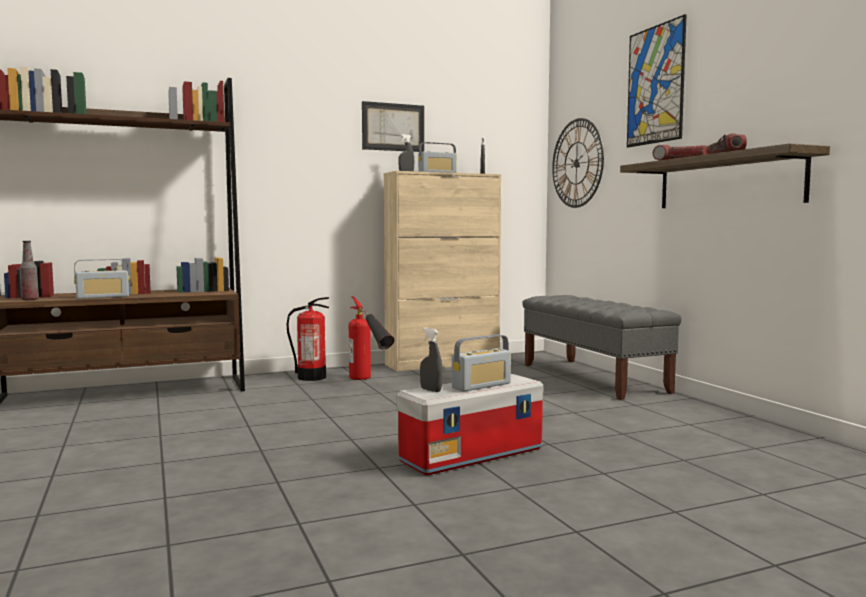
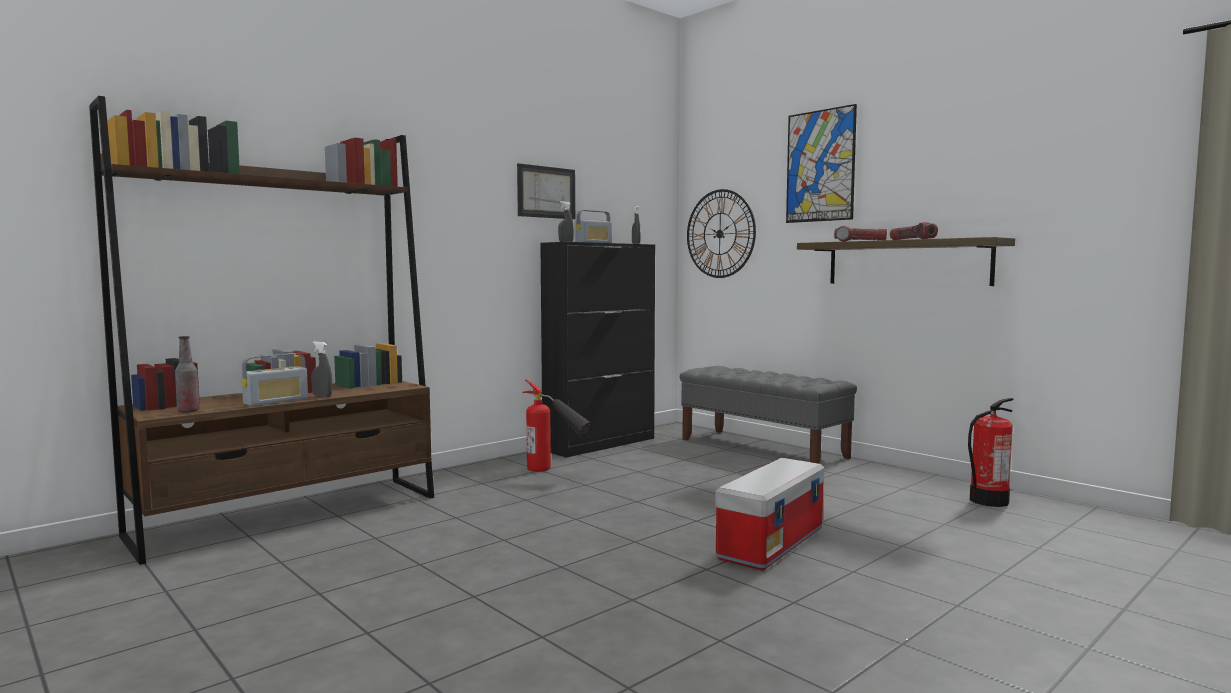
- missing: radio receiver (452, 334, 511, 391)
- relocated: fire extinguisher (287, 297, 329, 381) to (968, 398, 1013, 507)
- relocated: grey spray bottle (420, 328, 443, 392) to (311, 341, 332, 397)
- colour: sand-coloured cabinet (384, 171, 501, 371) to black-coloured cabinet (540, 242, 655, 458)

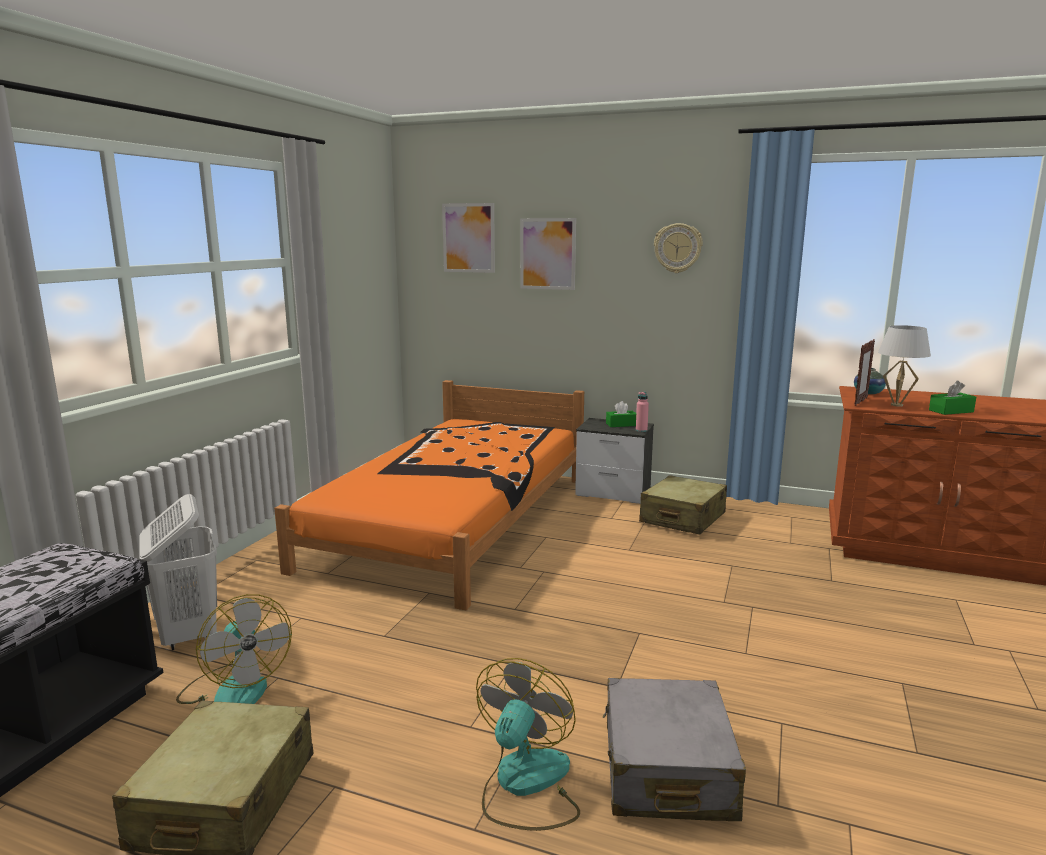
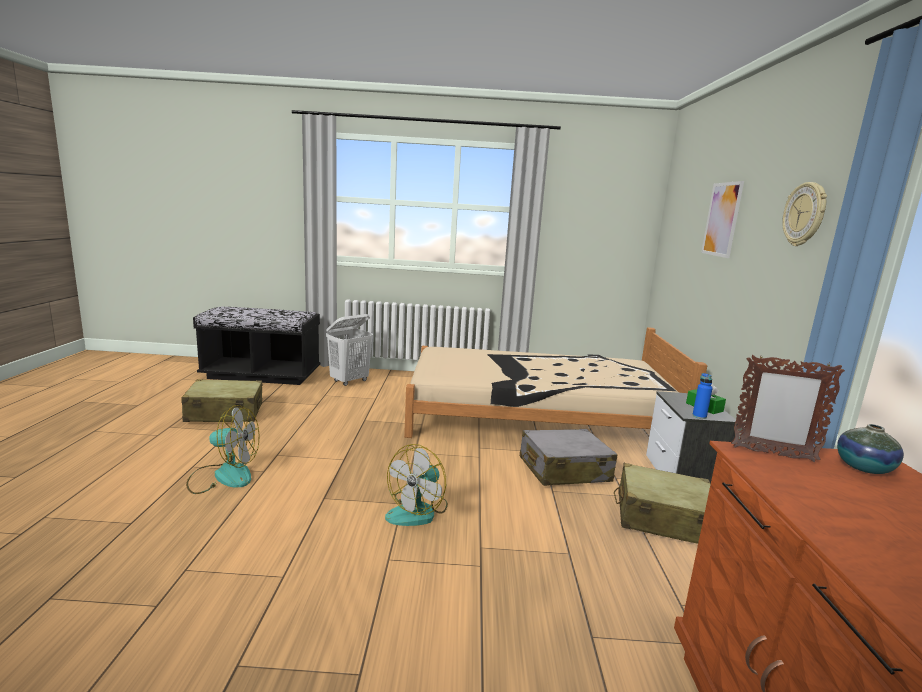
- missing: wall picture (442, 203, 495, 273)
- missing: whitish lamp for a table (878, 325, 931, 407)
- missing: green-coloured box of tissues (929, 380, 976, 415)
- relocated: cooling fan (176, 594, 292, 704) to (385, 444, 448, 526)
- relocated: grey suitcase (603, 678, 746, 821) to (520, 429, 618, 486)
- colour: orange-coloured bedroom bed (274, 380, 584, 610) to sand-coloured bedroom bed (404, 327, 708, 438)
- colour: pink drink bottle (636, 392, 649, 432) to blue-coloured drink bottle (693, 373, 713, 419)

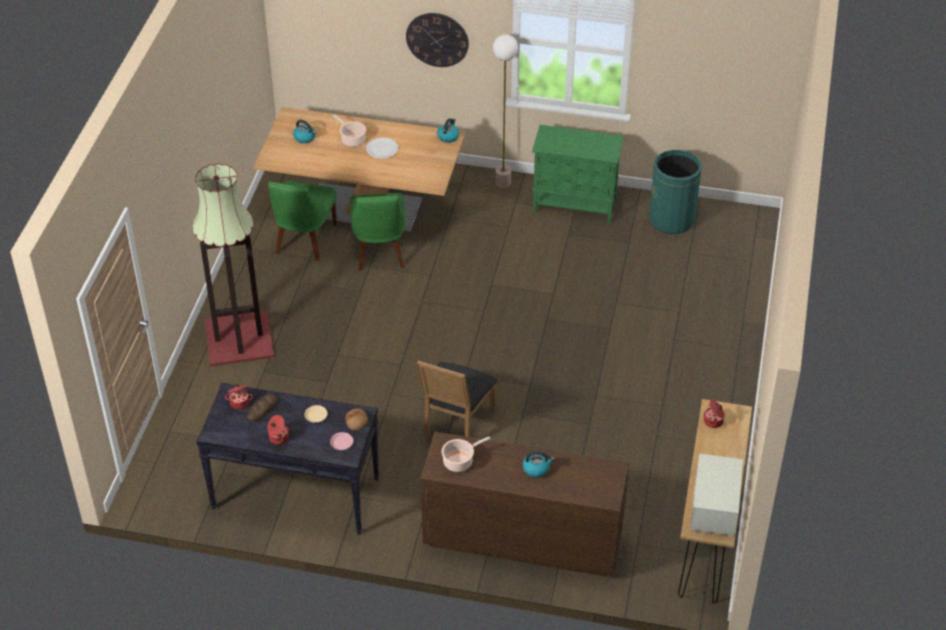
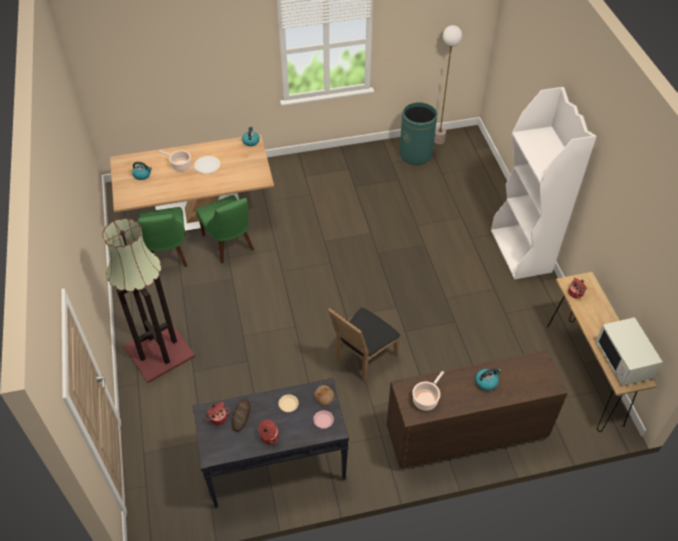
- missing: wall clock (406, 13, 469, 67)
- missing: green-coloured cabinet (532, 125, 624, 224)
- appeared: whitish shelving unit (491, 87, 597, 279)
- relocated: standing lamp (493, 34, 518, 188) to (434, 25, 462, 144)
- spun: black-coloured plain chair (417, 361, 497, 437) = (328, 308, 400, 381) 45 degrees clockwise

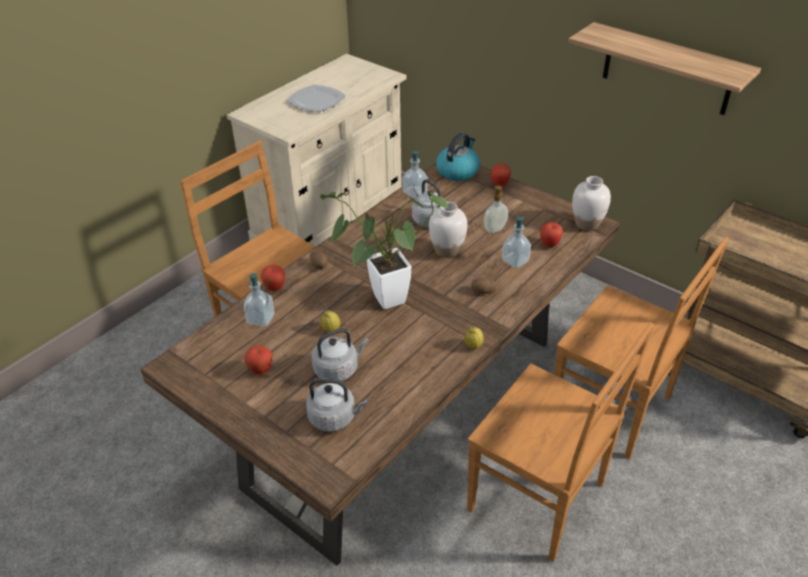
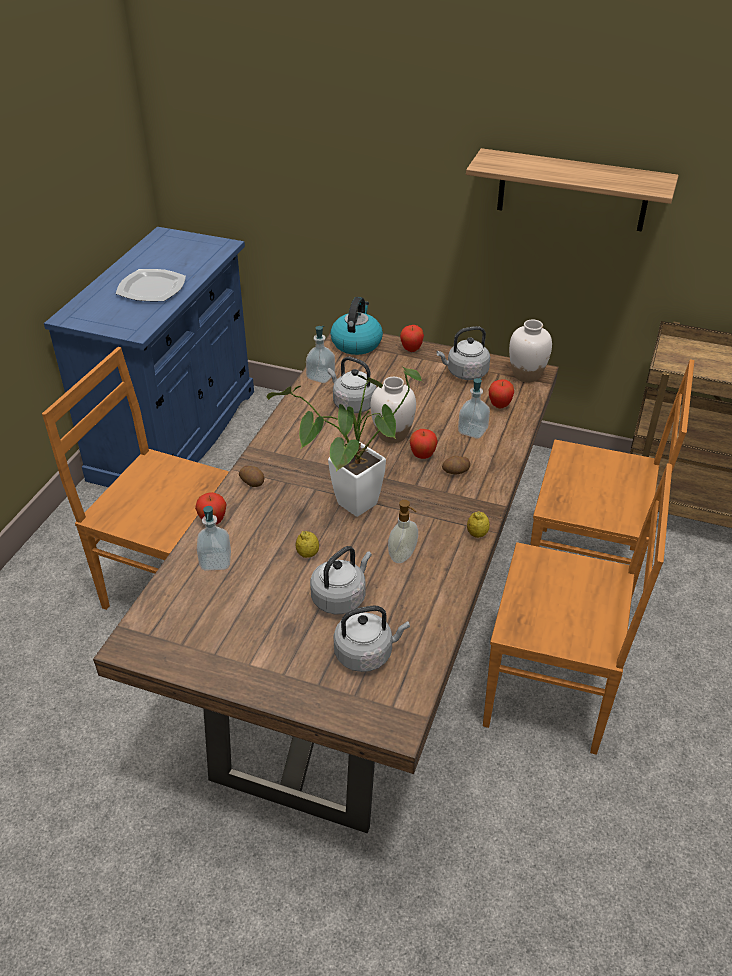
- appeared: grey water kettle (436, 326, 490, 380)
- relocated: apple (244, 345, 272, 375) to (410, 429, 438, 459)
- relocated: soap bottle (484, 185, 508, 233) to (388, 500, 418, 563)
- colour: sand-coloured cabinet (227, 54, 406, 247) to blue-coloured cabinet (44, 227, 254, 487)

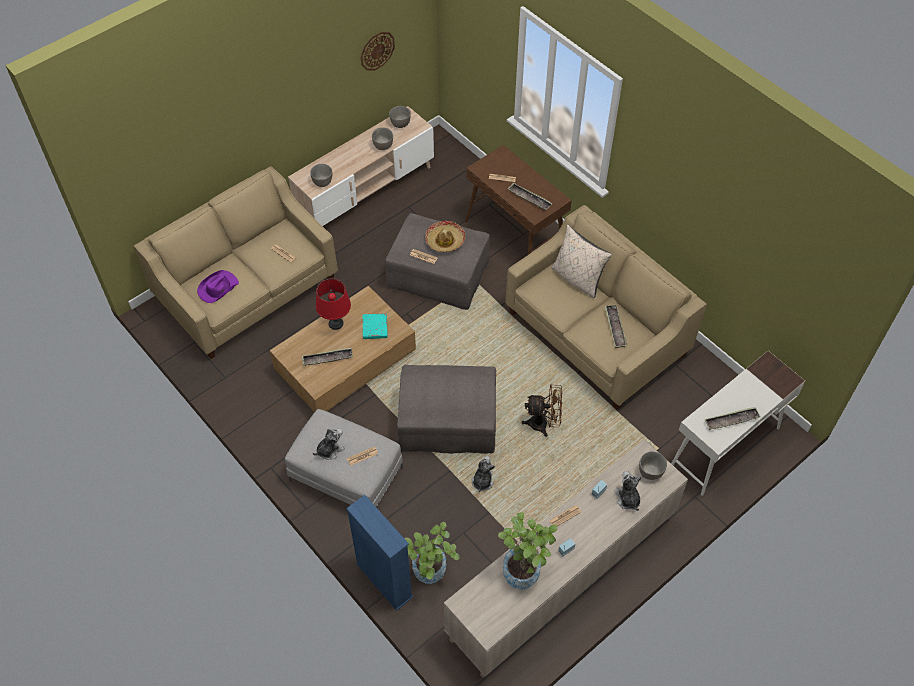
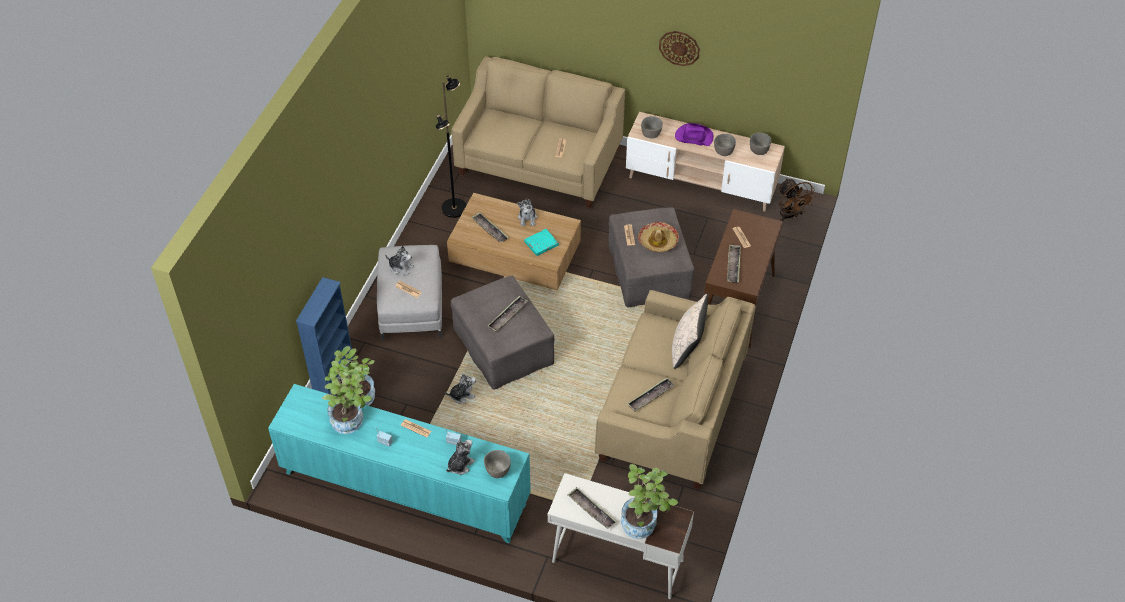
- appeared: black-coloured standing lamp (436, 75, 466, 218)
- appeared: carrying tray (488, 296, 528, 332)
- appeared: plant in a pot (621, 464, 678, 539)
- relocated: purple wearable hat (197, 270, 239, 303) to (675, 123, 713, 146)
- relocated: wall clock (361, 32, 395, 70) to (659, 31, 700, 66)
- relocated: brown cooling fan (521, 385, 562, 437) to (778, 178, 817, 221)
- exchanged: reddish lamp for a table (316, 278, 351, 330) to soft toy (517, 199, 537, 226)
- colour: sand-coloured cabinet (444, 439, 688, 678) to turquoise cabinet (268, 384, 531, 543)

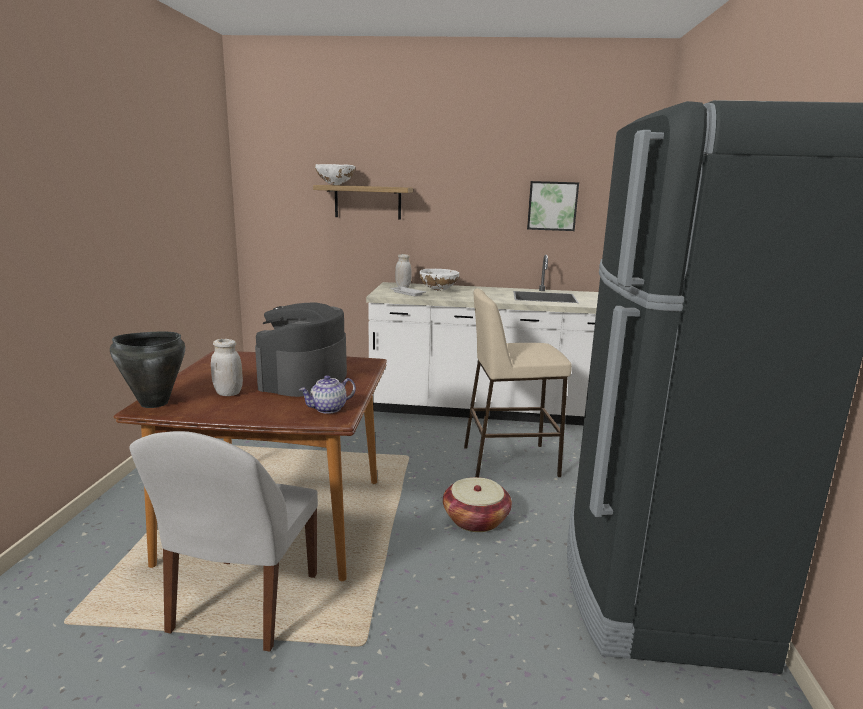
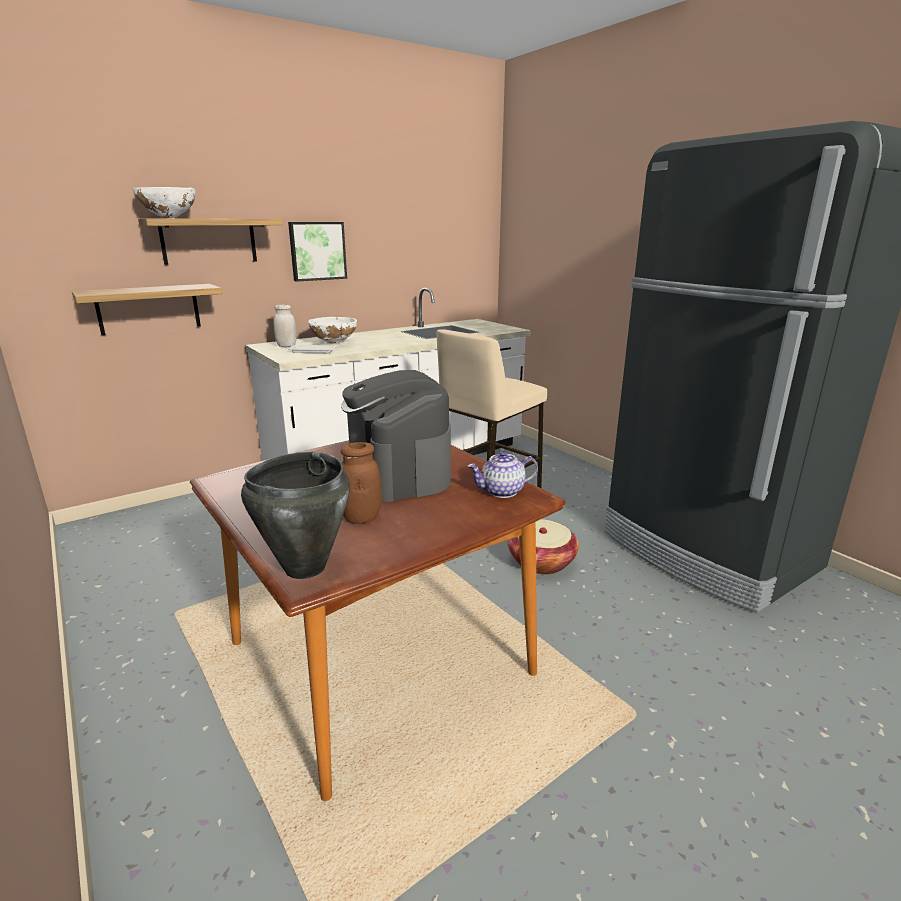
- missing: whitish plain chair (130, 431, 318, 652)
- appeared: wall shelf (72, 284, 223, 335)
- relocated: wall picture (527, 181, 579, 231) to (288, 222, 347, 282)
- colour: whitish storage jar (211, 339, 243, 396) to brown storage jar (341, 442, 382, 524)
- spun: pot for tea (299, 375, 356, 414) = (468, 451, 538, 498) 60 degrees clockwise

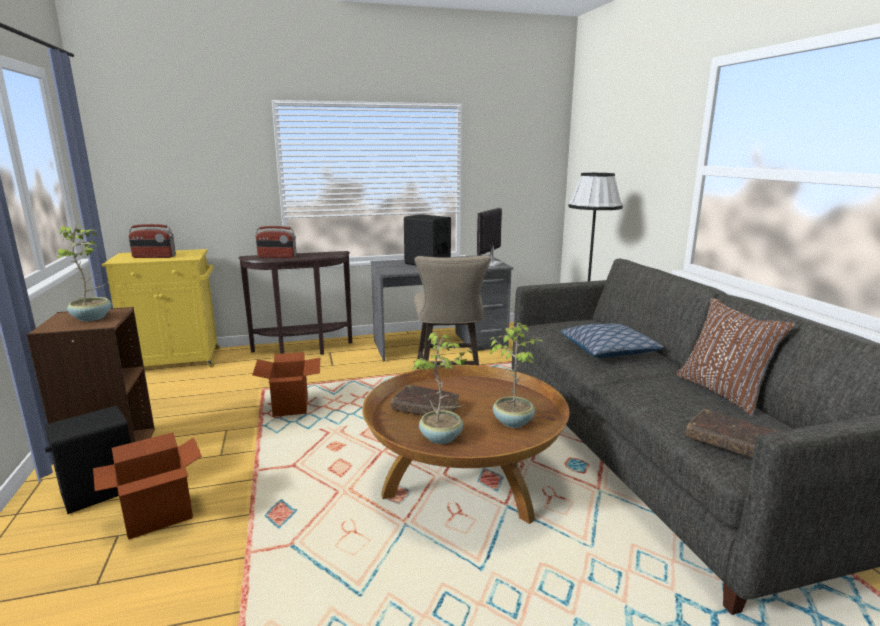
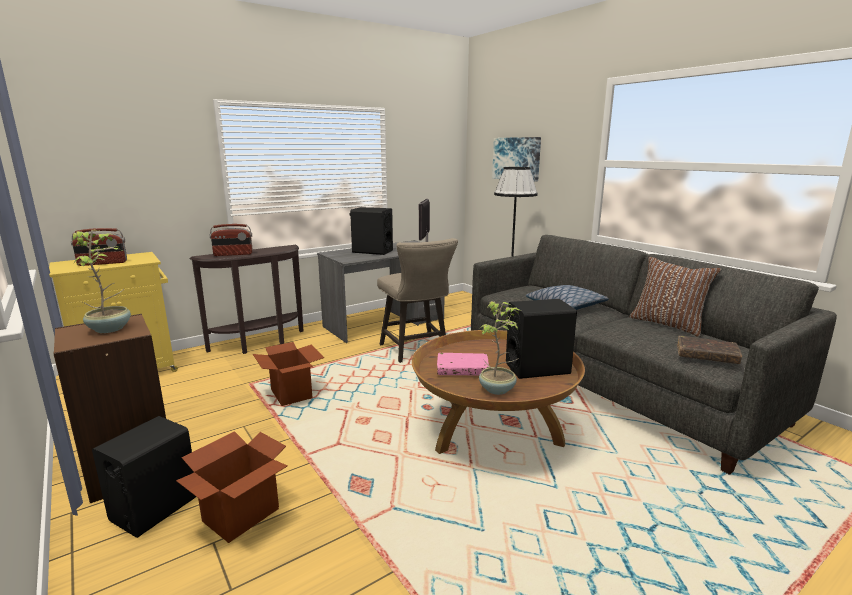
- appeared: wall picture (492, 137, 541, 182)
- exchanged: plant in a pot (490, 323, 544, 428) to black-coloured audio speaker (506, 299, 577, 379)
- colour: brown volume (391, 385, 459, 416) to pink volume (437, 353, 489, 375)

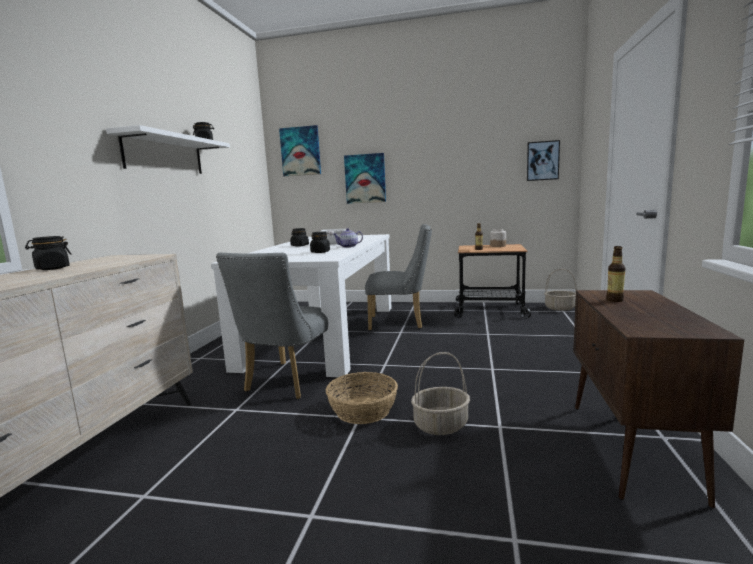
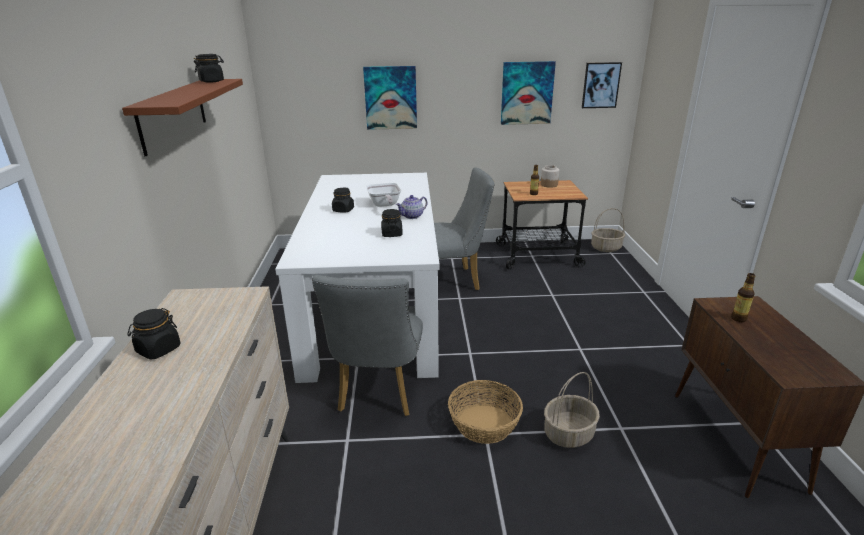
- relocated: wall picture (279, 125, 321, 176) to (501, 61, 556, 125)
- colour: whitish wall shelf (106, 125, 230, 174) to brown wall shelf (122, 79, 243, 156)

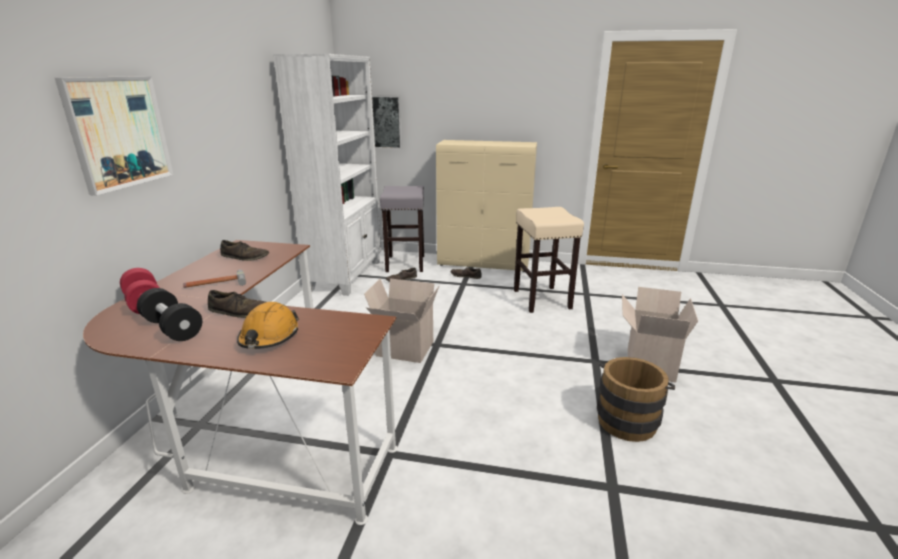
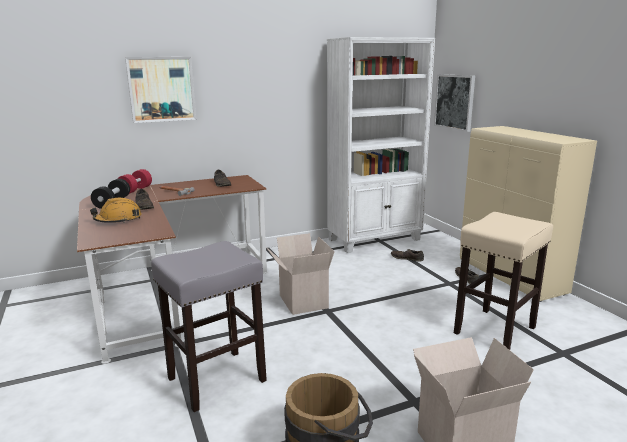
- relocated: grey sitting stool (380, 186, 424, 272) to (151, 241, 267, 412)

